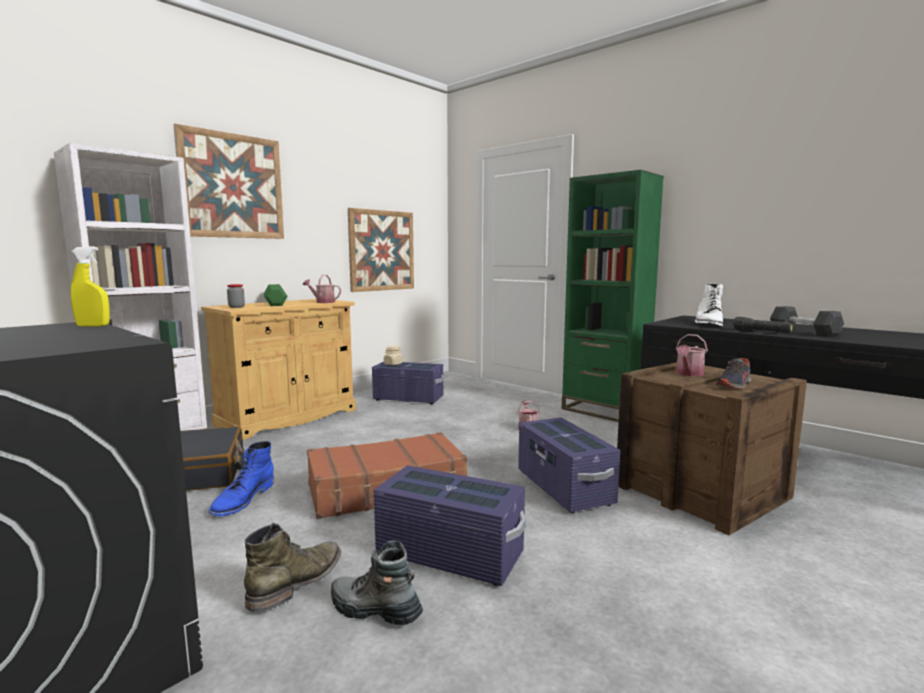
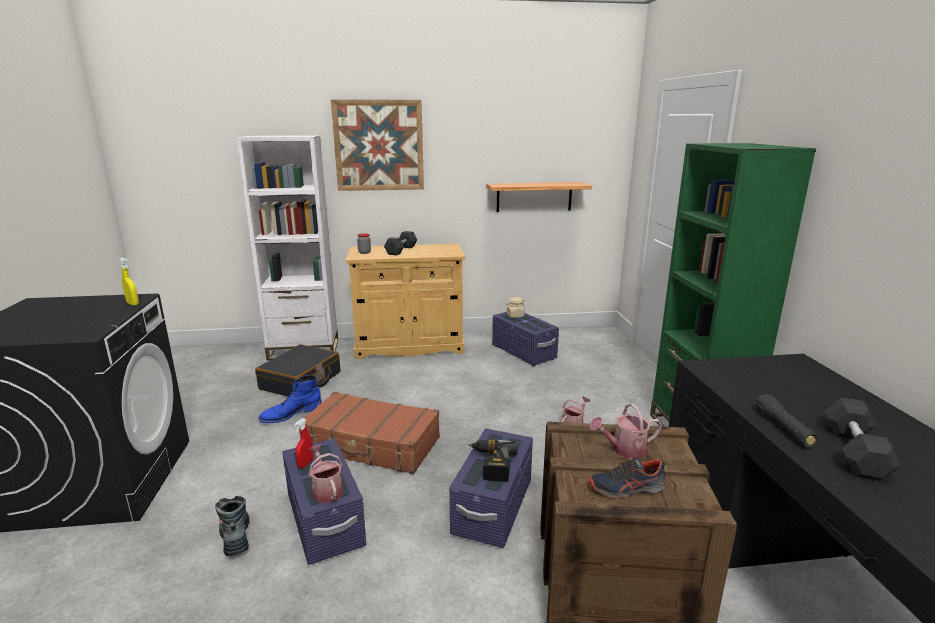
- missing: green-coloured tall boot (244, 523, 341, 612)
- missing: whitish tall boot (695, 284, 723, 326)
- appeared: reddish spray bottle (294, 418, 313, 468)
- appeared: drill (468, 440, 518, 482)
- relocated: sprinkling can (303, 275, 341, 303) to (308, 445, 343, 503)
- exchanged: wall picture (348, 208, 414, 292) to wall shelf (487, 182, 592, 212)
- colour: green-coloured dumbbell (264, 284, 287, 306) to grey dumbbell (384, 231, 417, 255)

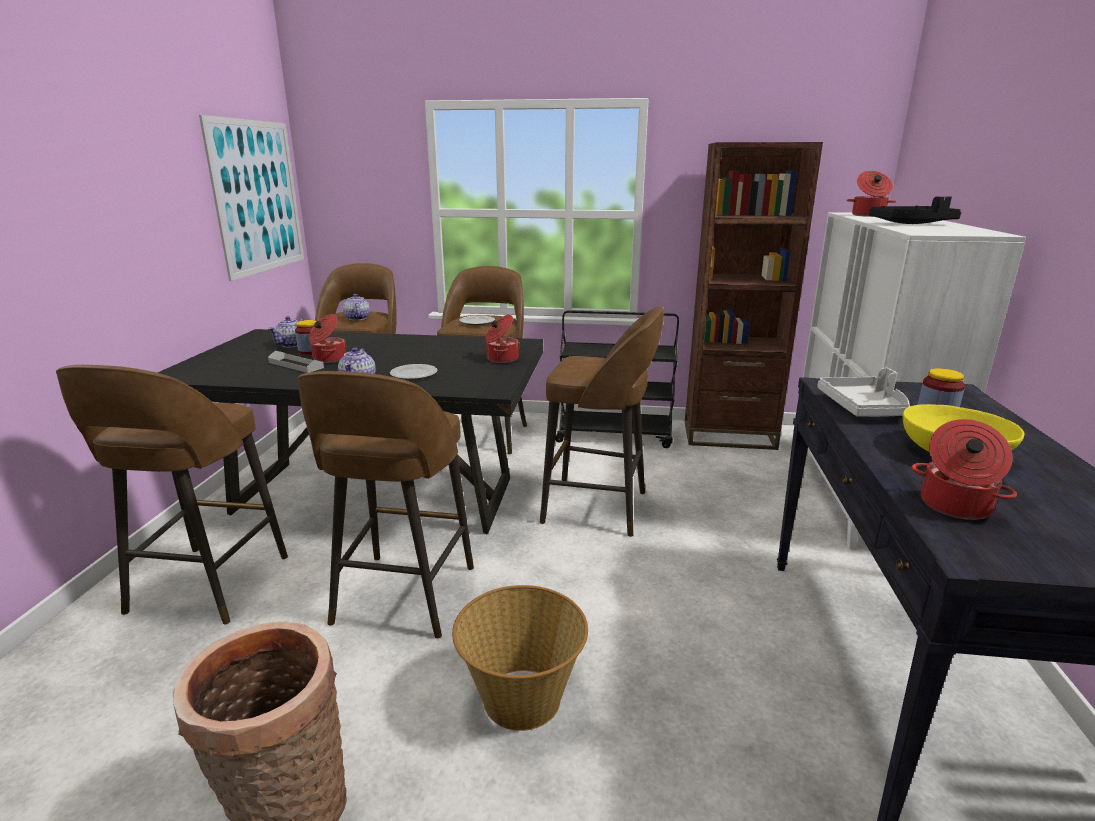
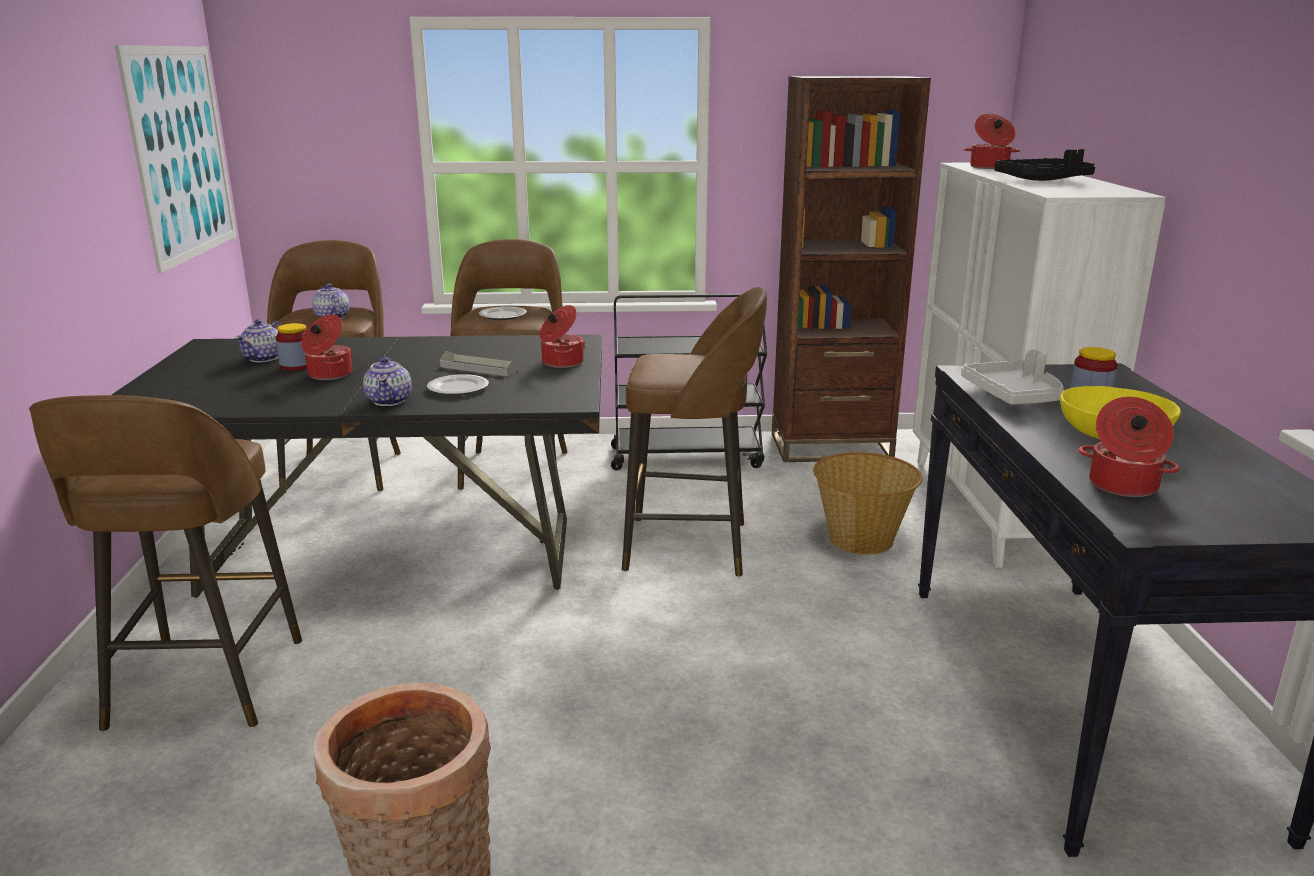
- missing: brown sitting stool (297, 371, 474, 639)
- relocated: grey carrying tray (268, 351, 324, 373) to (440, 351, 520, 376)
- relocated: basket (452, 585, 588, 731) to (813, 452, 923, 554)

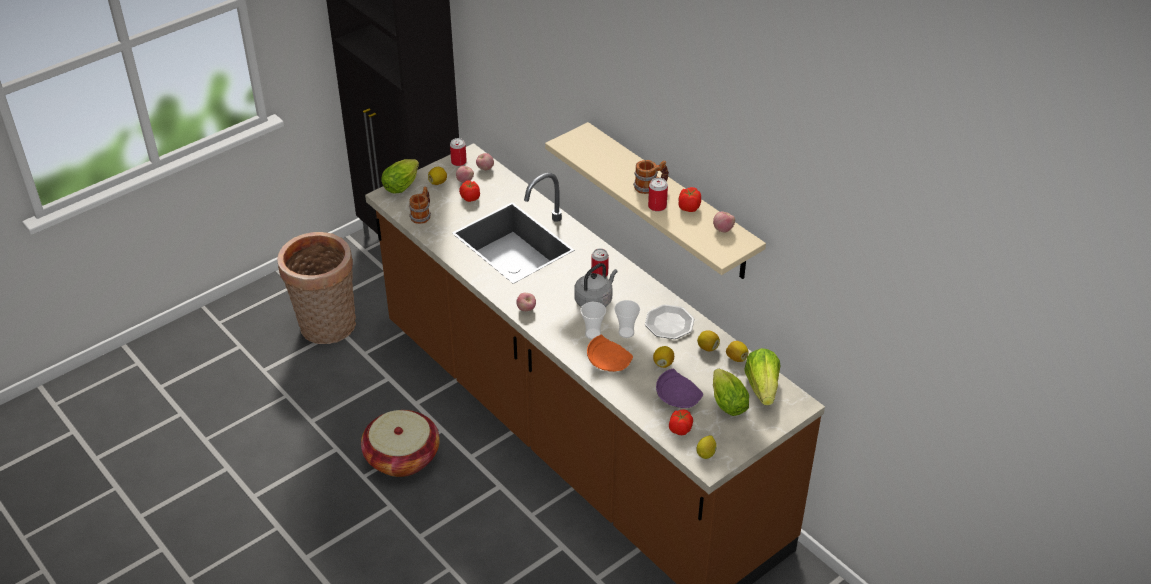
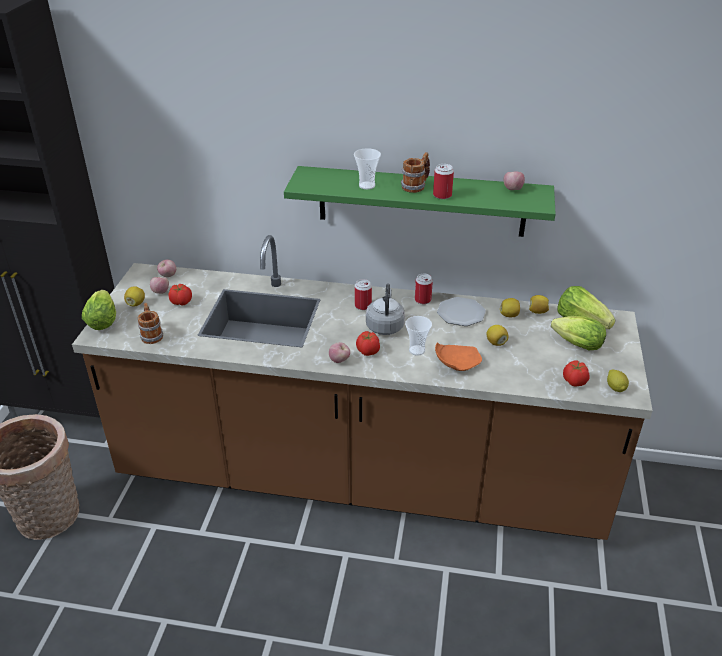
- missing: basket (361, 410, 440, 477)
- missing: purple flat dish (656, 368, 703, 408)
- relocated: metal can (450, 138, 467, 166) to (415, 274, 433, 304)
- relocated: cup (614, 300, 640, 338) to (354, 148, 381, 190)
- relocated: tomato (678, 187, 701, 212) to (356, 331, 380, 356)
- colour: sand-coloured wall shelf (545, 122, 766, 279) to green-coloured wall shelf (284, 166, 556, 237)

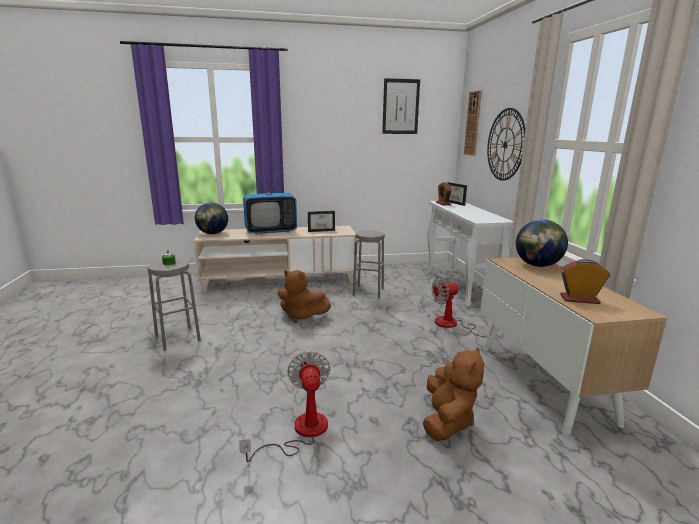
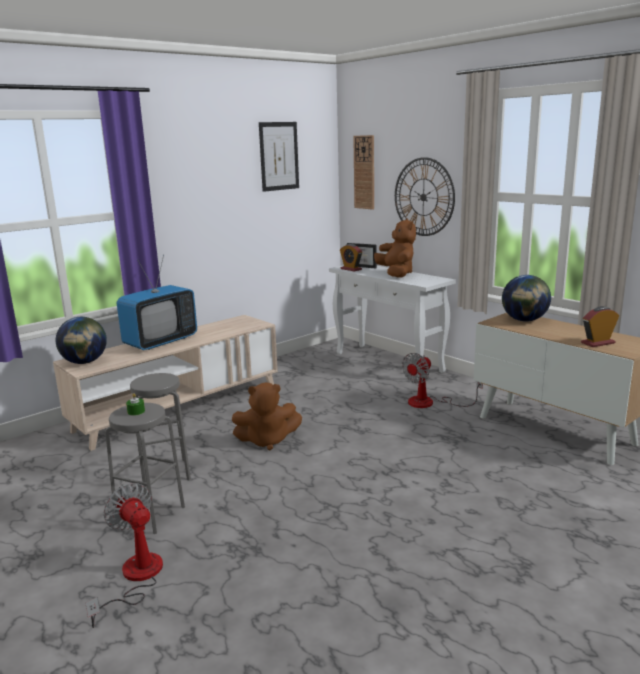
- missing: picture frame (308, 211, 335, 232)
- relocated: cooling fan (239, 351, 330, 462) to (86, 483, 163, 628)
- relocated: grey sitting stool (353, 230, 385, 299) to (130, 373, 191, 480)
- relocated: brown soft toy (423, 347, 484, 441) to (374, 218, 416, 278)

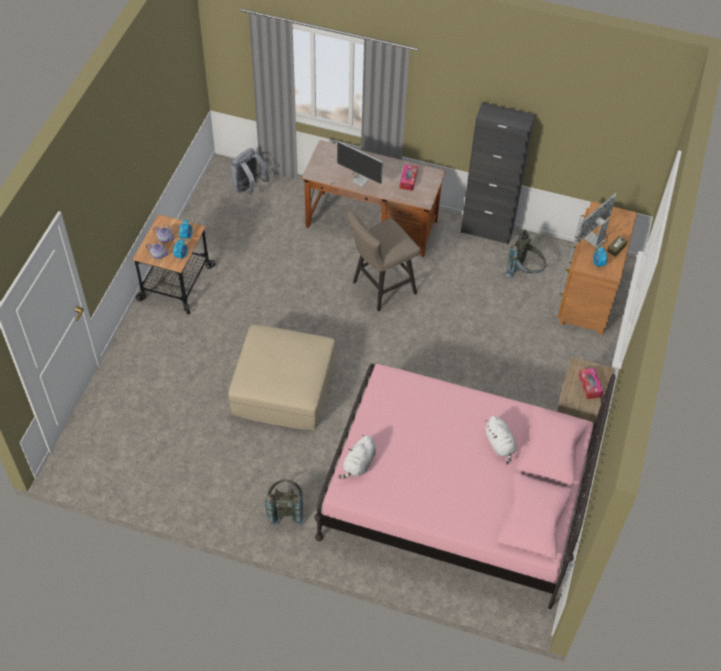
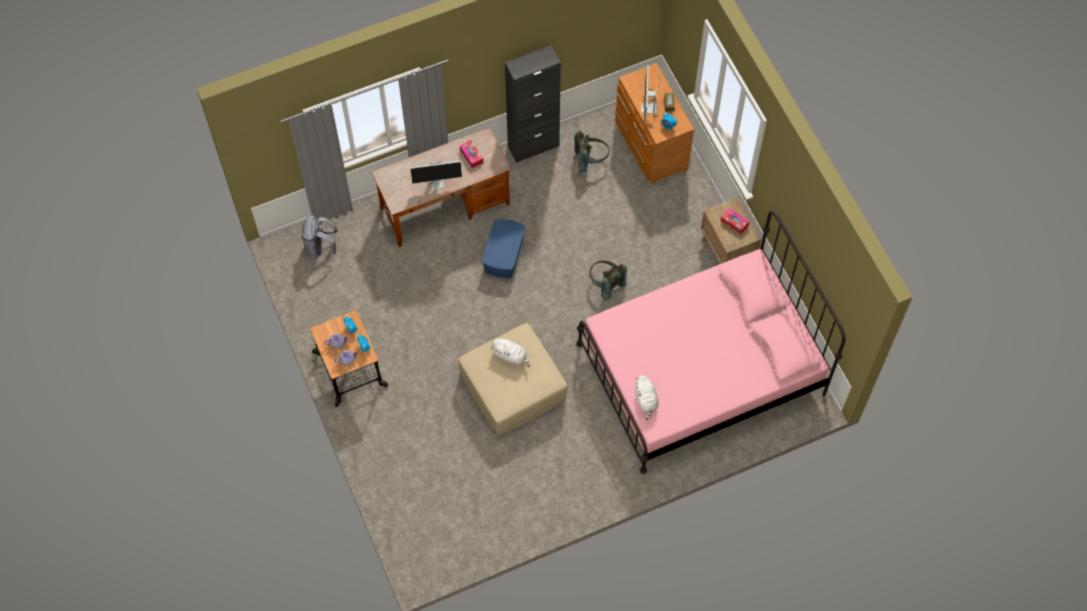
- relocated: grey knapsack (265, 479, 305, 526) to (589, 260, 627, 300)
- relocated: whitish soft toy (485, 415, 517, 464) to (491, 339, 530, 367)
- exchanged: sand-coloured sitting stool (347, 211, 421, 312) to blue-coloured storage bin (482, 219, 525, 278)

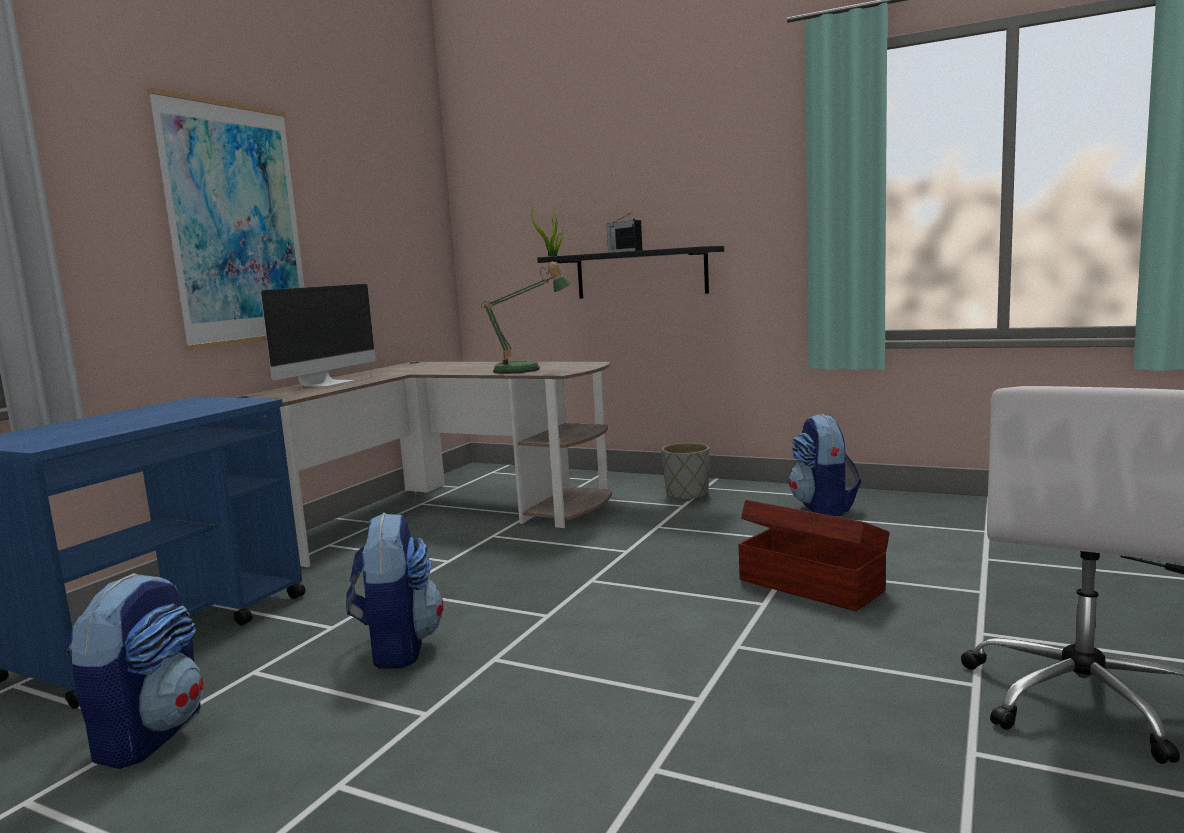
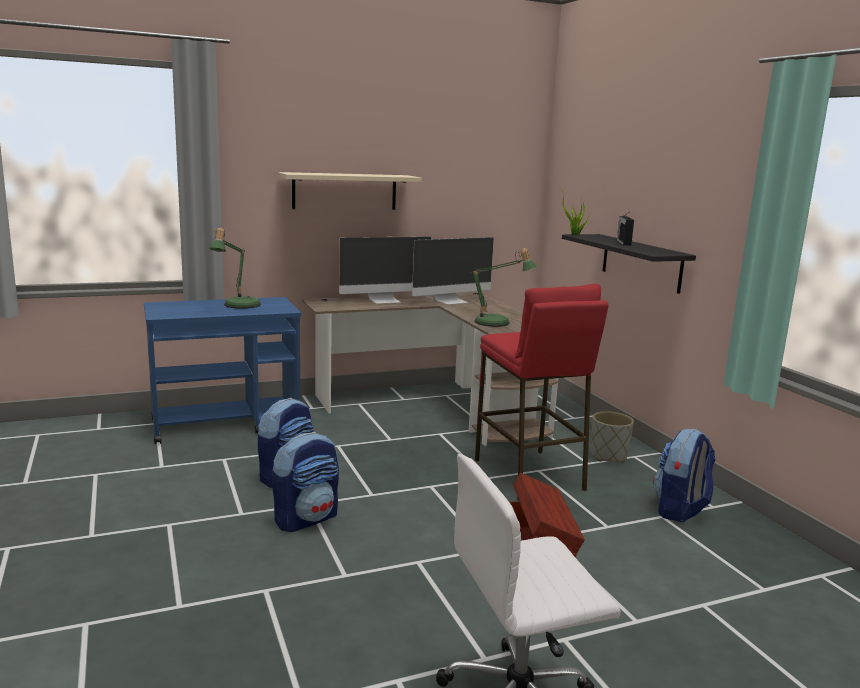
- appeared: lamp for a table (209, 228, 261, 309)
- appeared: computer display (412, 237, 494, 305)
- appeared: reddish sitting stool (475, 284, 609, 500)
- relocated: knapsack (65, 573, 203, 769) to (272, 432, 339, 532)
- exchanged: wall picture (147, 88, 304, 350) to sand-coloured wall shelf (278, 172, 422, 210)

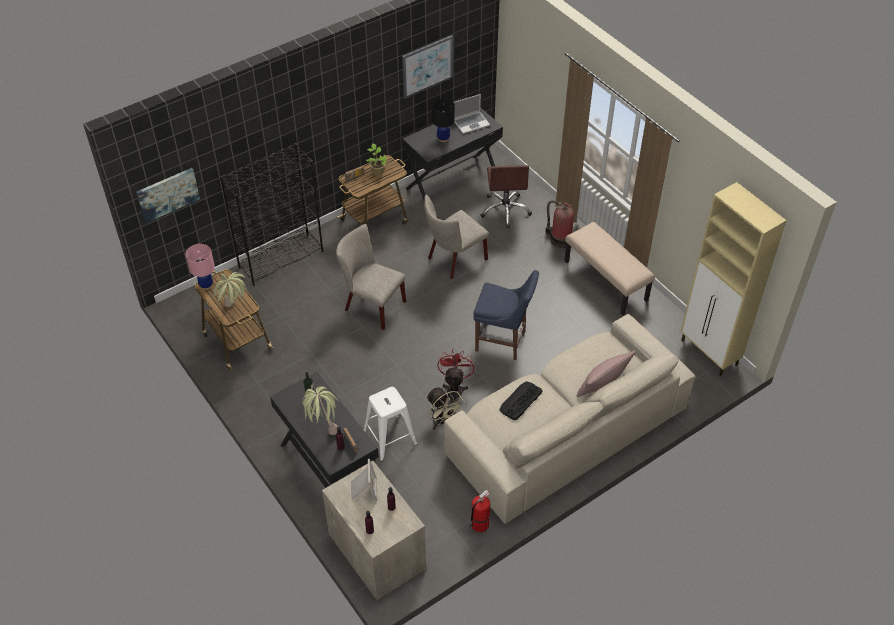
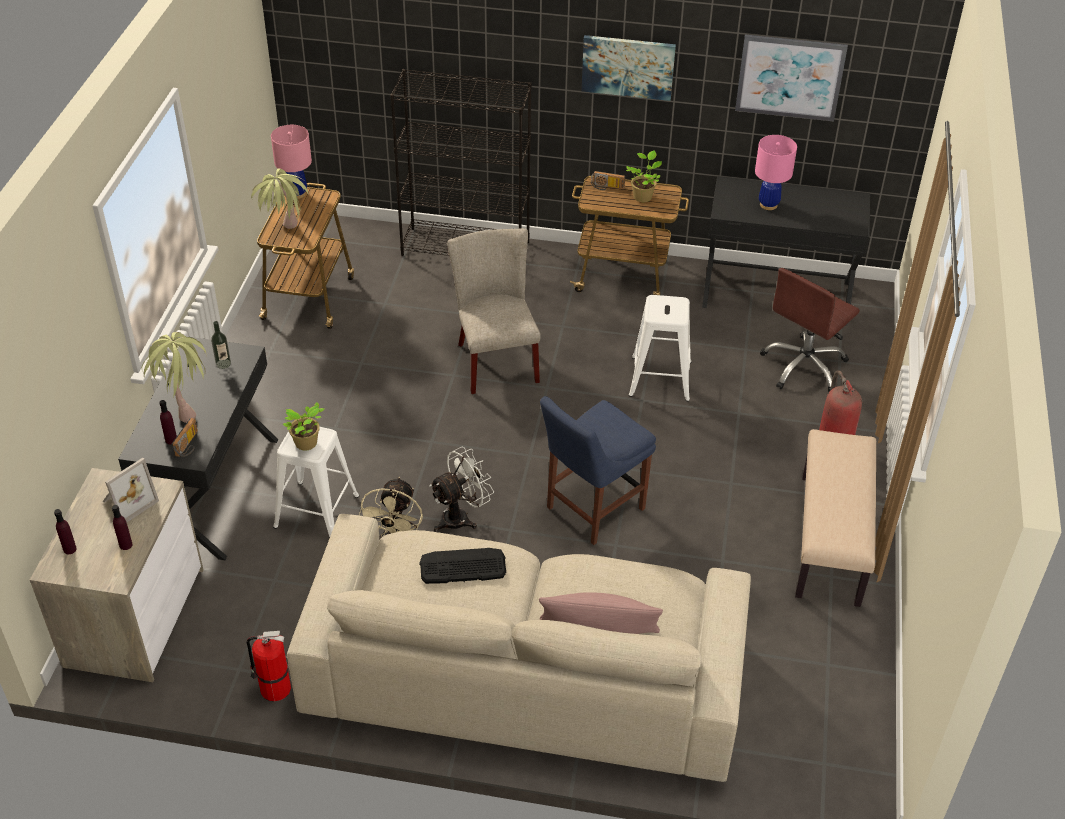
- missing: notebook computer (454, 94, 490, 134)
- missing: sand-coloured cabinet (681, 182, 787, 376)
- appeared: plant in a pot (283, 402, 324, 451)
- relocated: wall picture (136, 168, 200, 223) to (582, 35, 676, 101)
- exchanged: sand-coloured plain chair (424, 194, 489, 279) to whitish sitting stool (629, 295, 691, 402)
- colour: black-coloured lamp for a table (432, 98, 455, 142) to pink lamp for a table (755, 135, 797, 210)
- colour: reddish cooling fan (438, 349, 475, 403) to whitish cooling fan (429, 447, 494, 532)
- spun: blue-coloured plain chair (473, 270, 539, 360) = (540, 396, 656, 545) 75 degrees clockwise

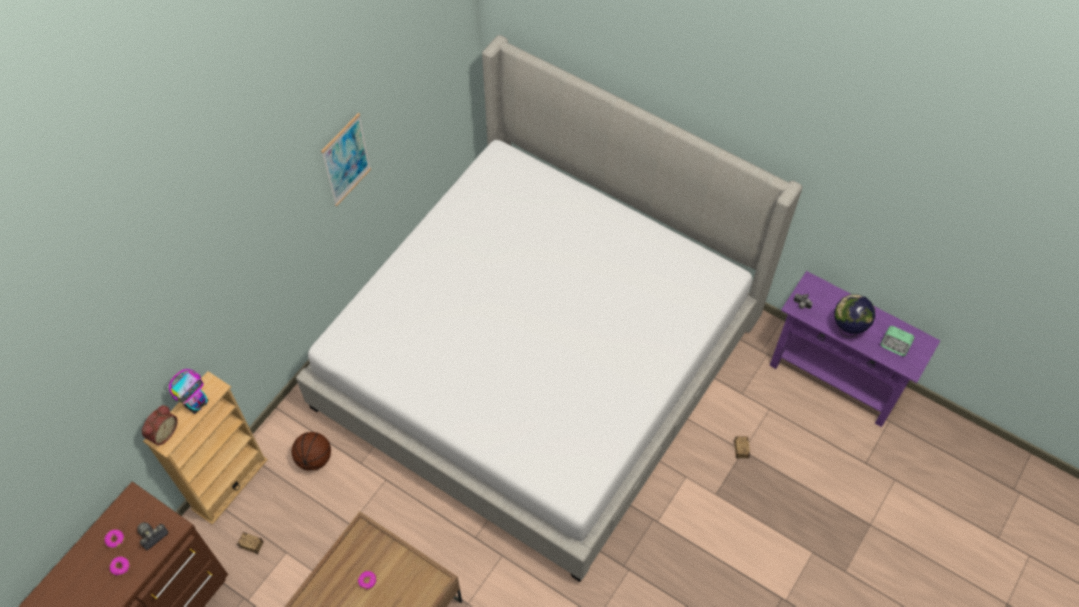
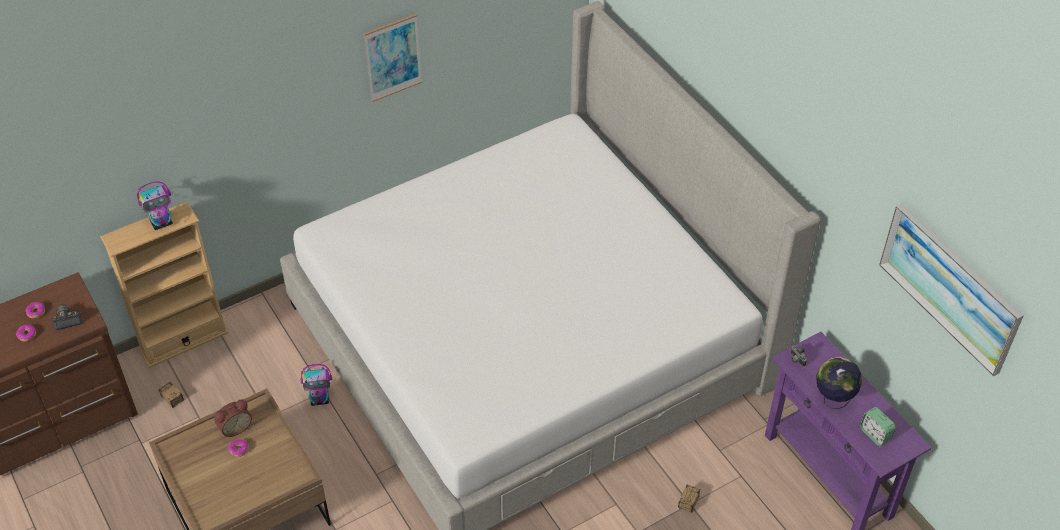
- missing: basketball ball (292, 432, 331, 471)
- appeared: toy robot (301, 364, 332, 406)
- appeared: wall picture (879, 203, 1024, 376)
- relocated: bedside clock (142, 405, 178, 446) to (214, 399, 252, 437)

